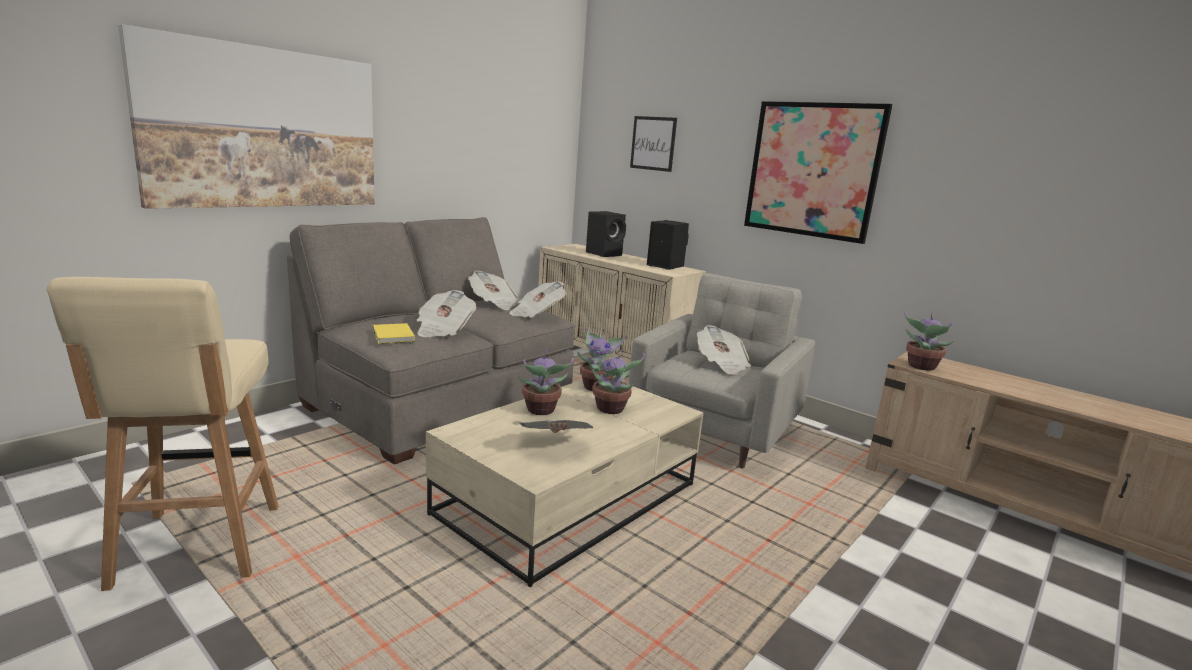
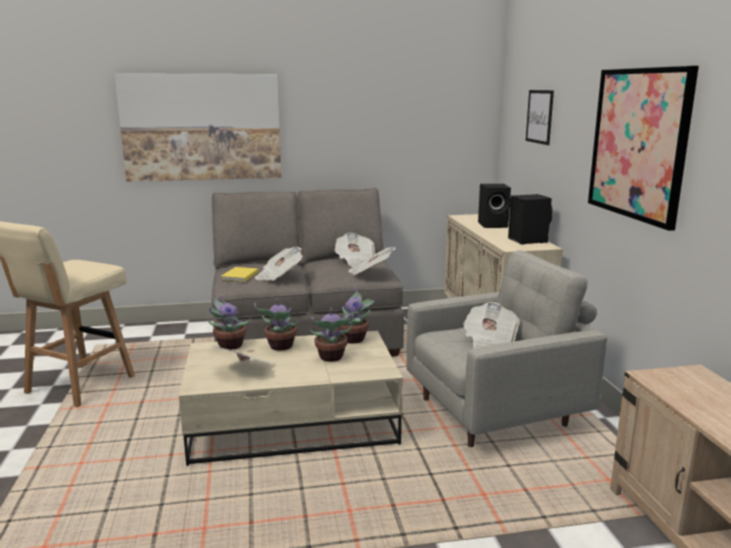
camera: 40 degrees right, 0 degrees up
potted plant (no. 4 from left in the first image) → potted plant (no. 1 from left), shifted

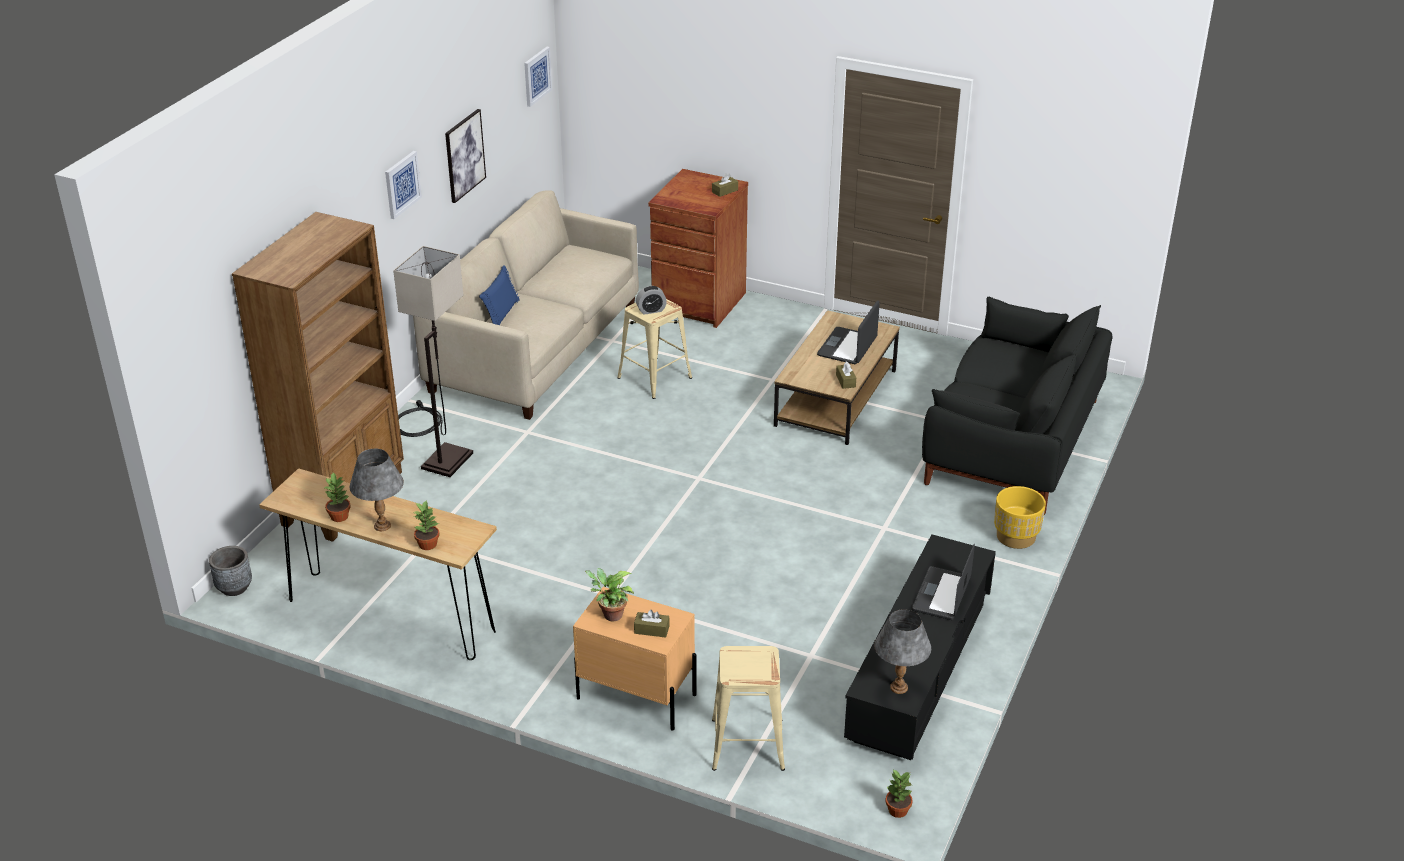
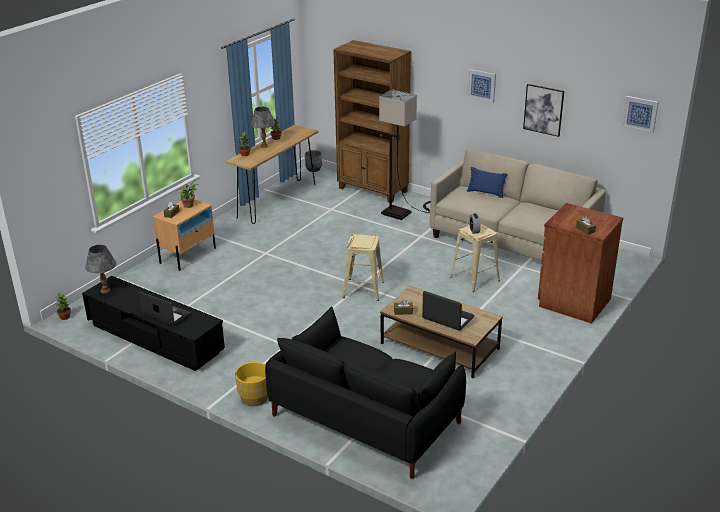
camera: 100 degrees right, 5 degrees down
beige stool (no. 2 from left in the first image) → beige stool (no. 1 from left), shifted

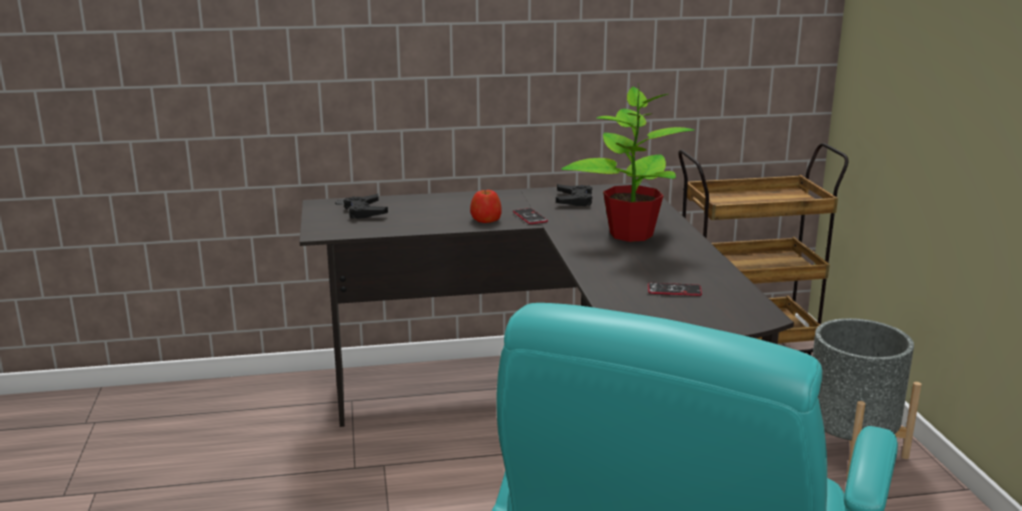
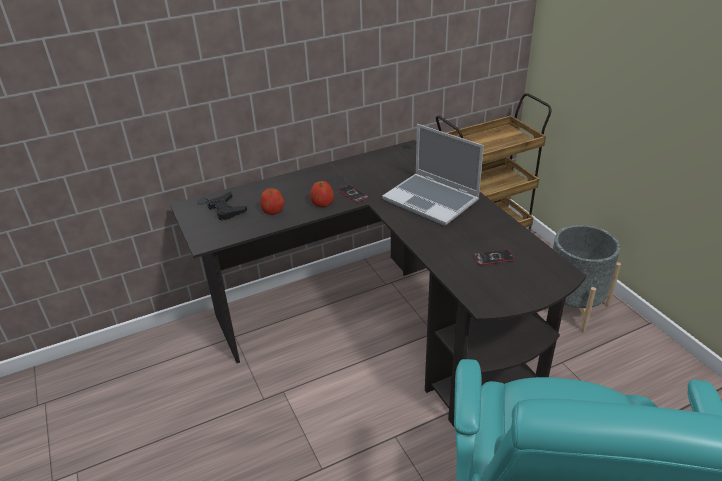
camera: 15 degrees left, 15 degrees up
- → apple (no. 1 from left)
potted plant → laptop
black game controller (no. 2 from left) → -

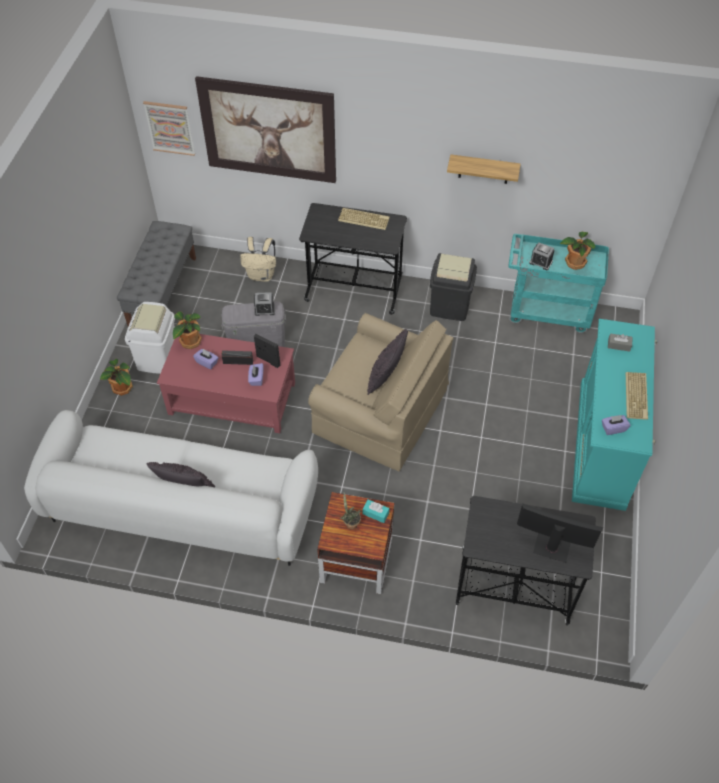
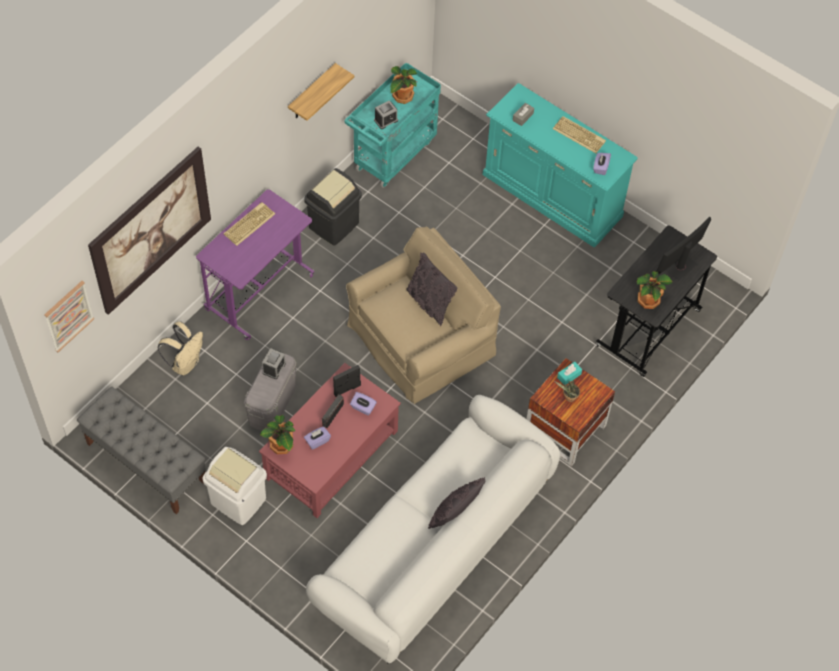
camera: 65 degrees left, 5 degrees up
black desk (no. 1 from left) → purple desk
potted plant (no. 1 from left in the first image) → potted plant (no. 4 from left), shifted

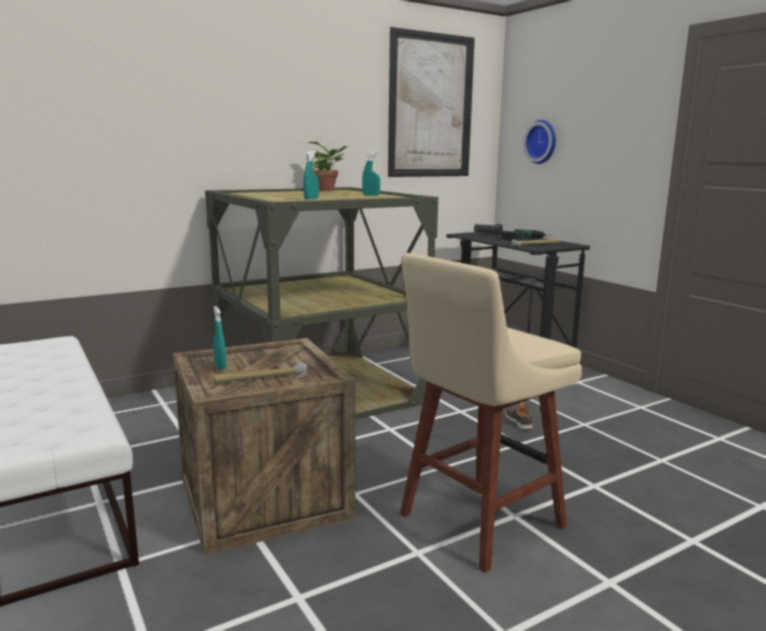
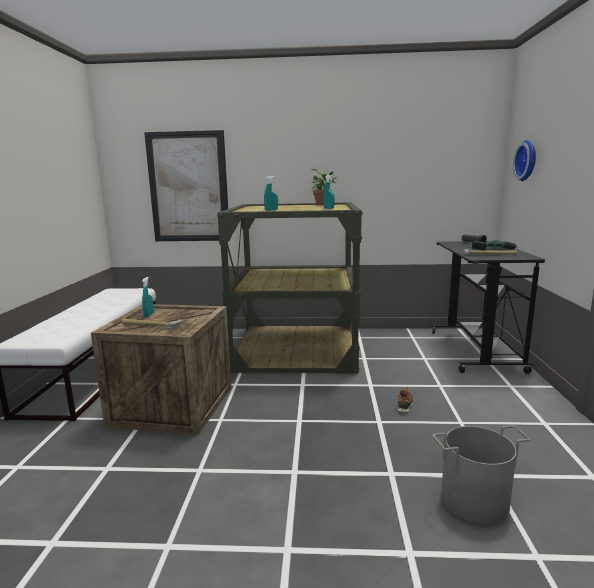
camera: 35 degrees right, 0 degrees up
picture, shifted
- → grey bucket
beige stool → -

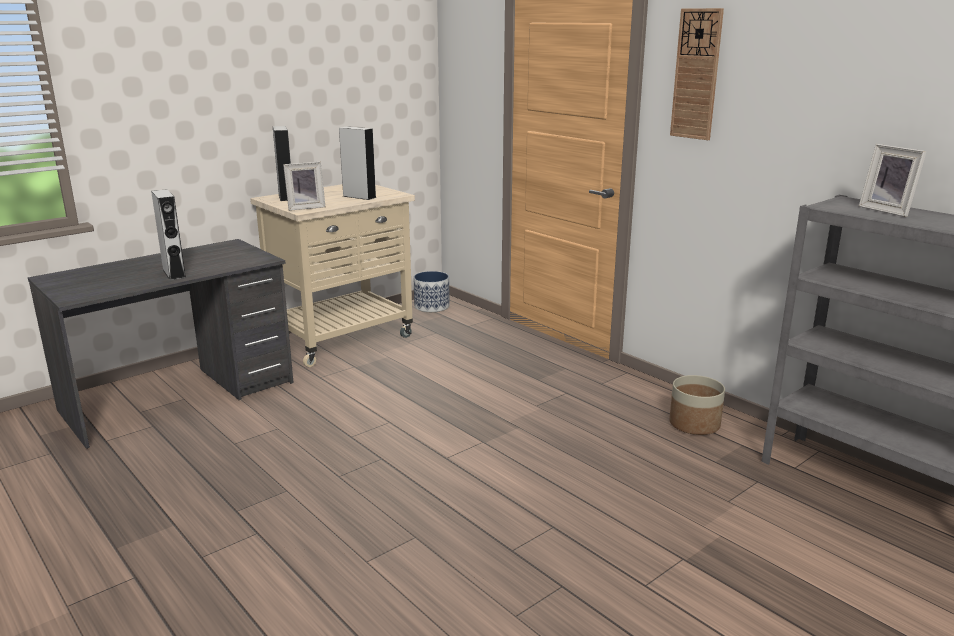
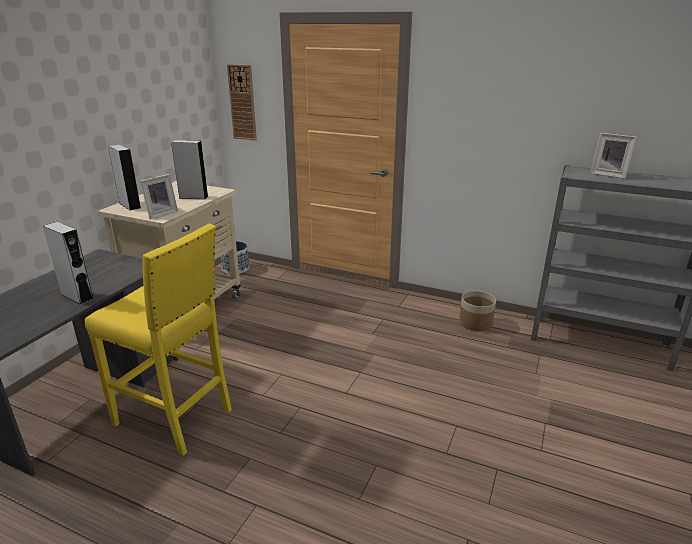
camera: 25 degrees left, 5 degrees up
- → yellow stool
wall clock, shifted

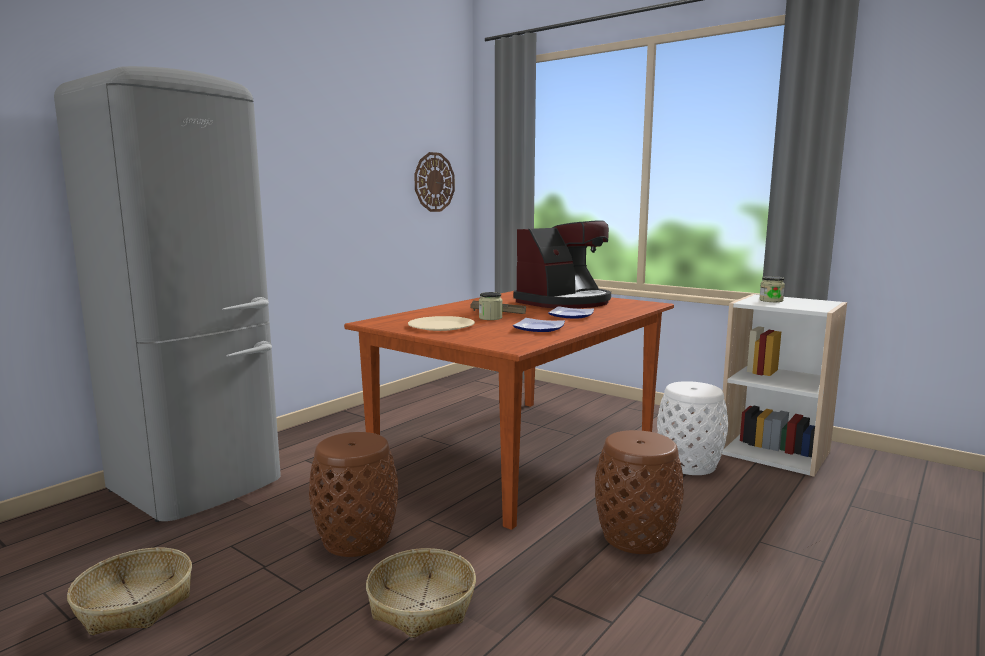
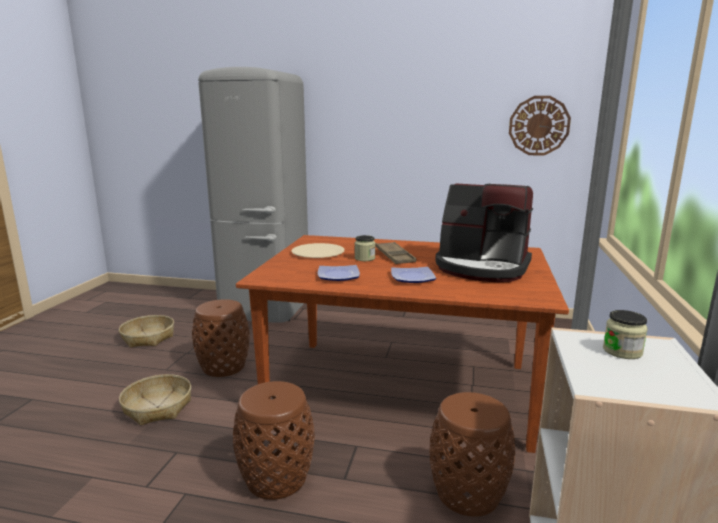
camera: 65 degrees right, 5 degrees up
white stool → brown stool (no. 3 from left)

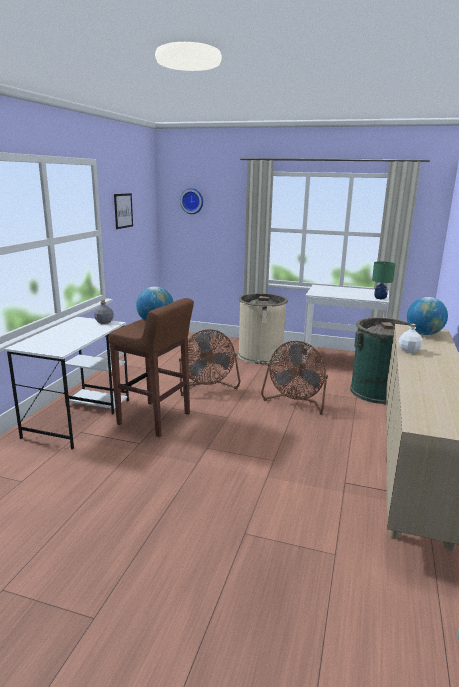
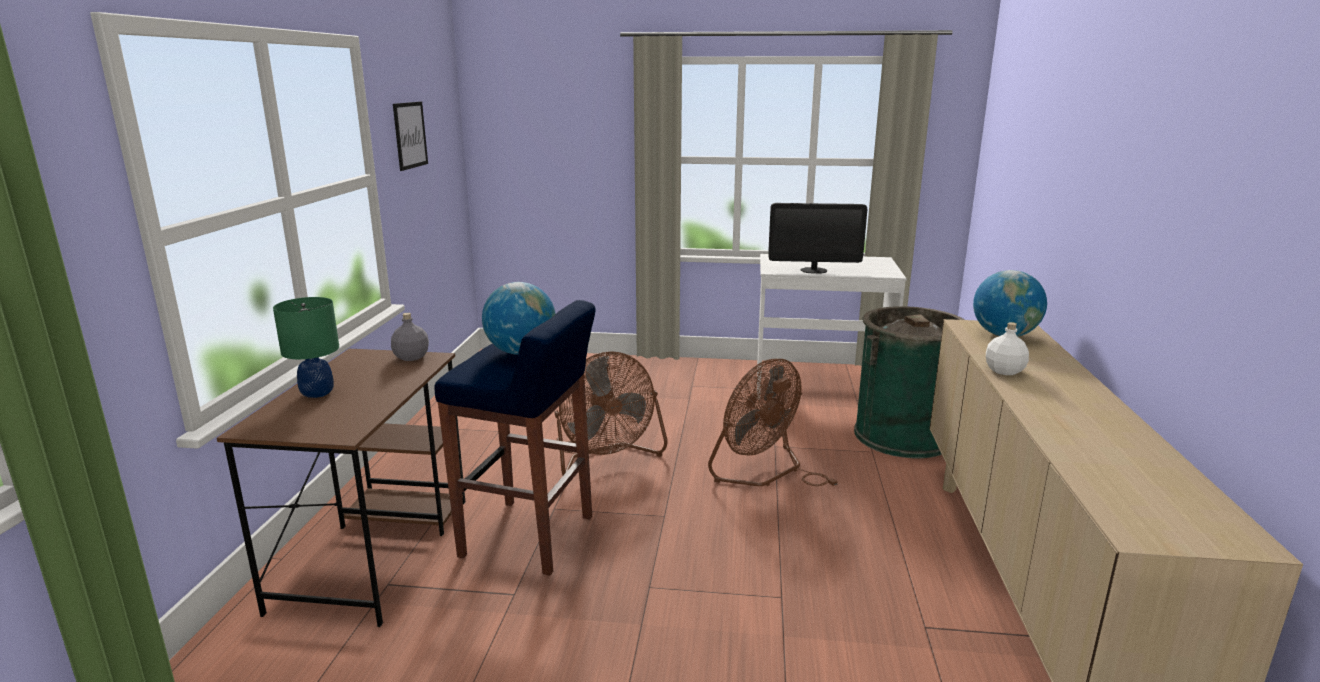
camera: 10 degrees left, 0 degrees up
white desk (no. 1 from left) → brown desk
green table lamp, shifted
brown stool → blue stool
brown fan (no. 2 from left), 120 degrees clockwise
- → monitor
wall clock → -
beige trash can → -

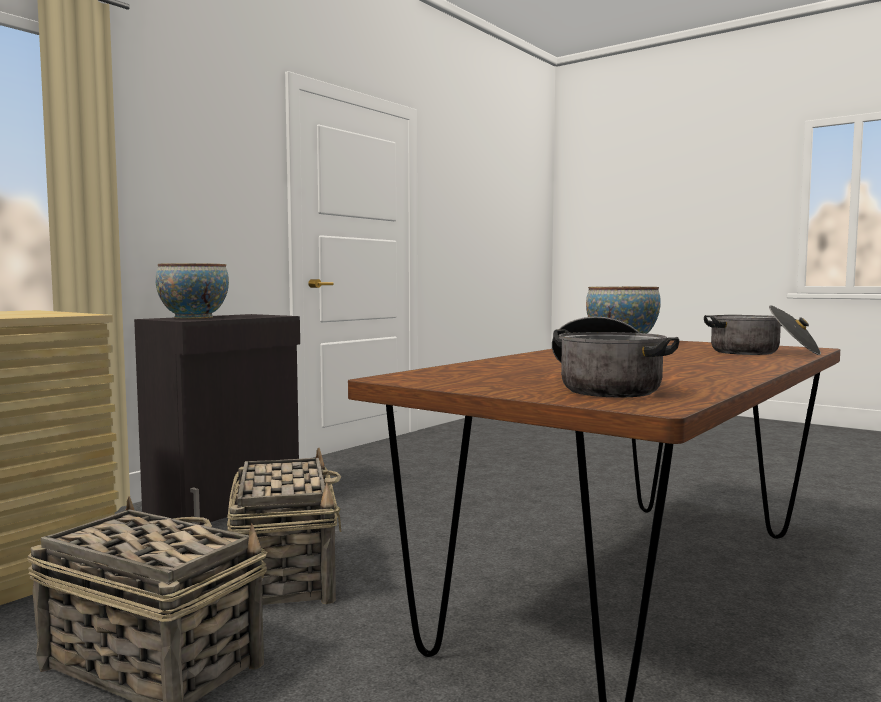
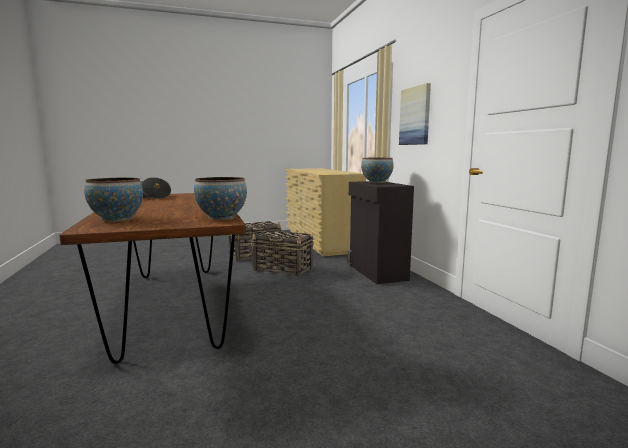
camera: 125 degrees right, 5 degrees up
cooking pot (no. 2 from left) → bowl (no. 1 from left)
- → picture

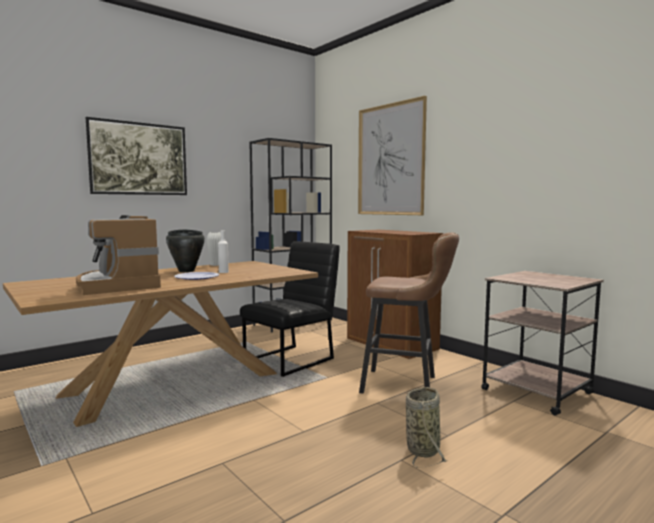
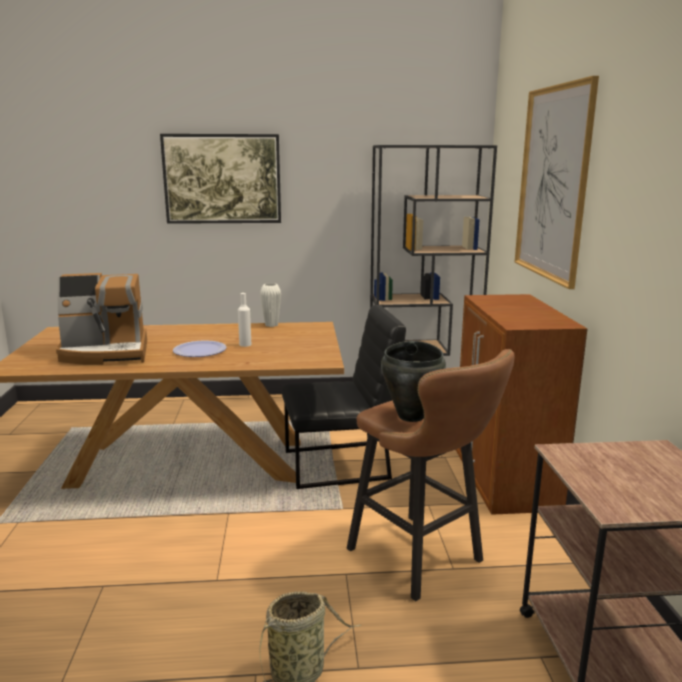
camera: 35 degrees right, 10 degrees up
coffee machine, 105 degrees counterclockwise
black cooking pot, shifted

